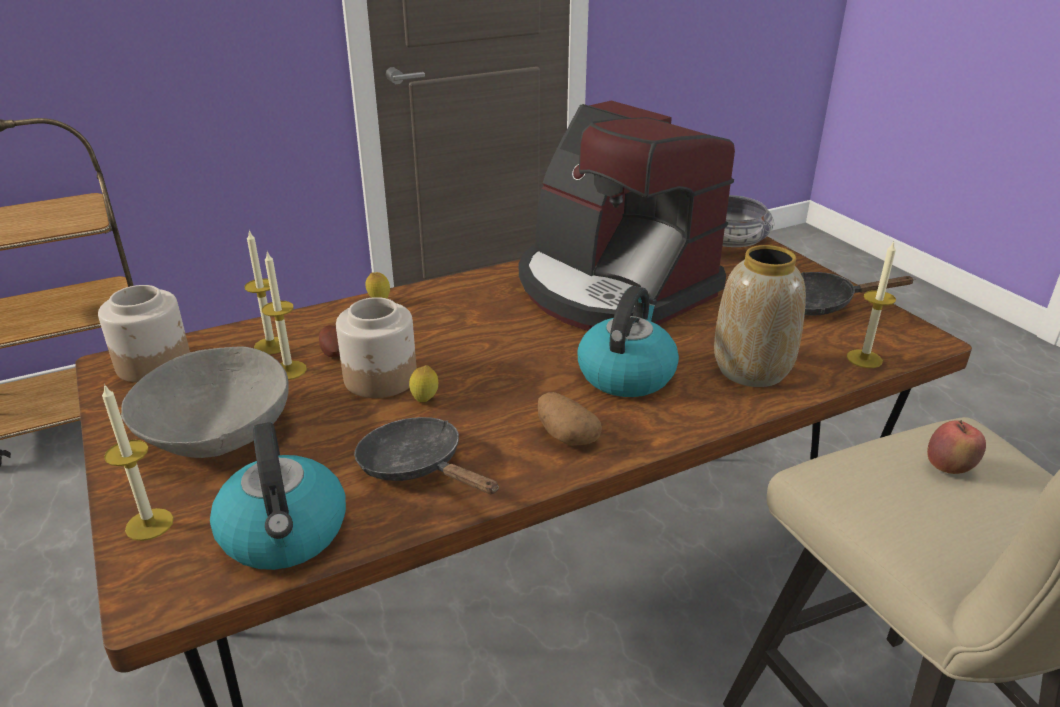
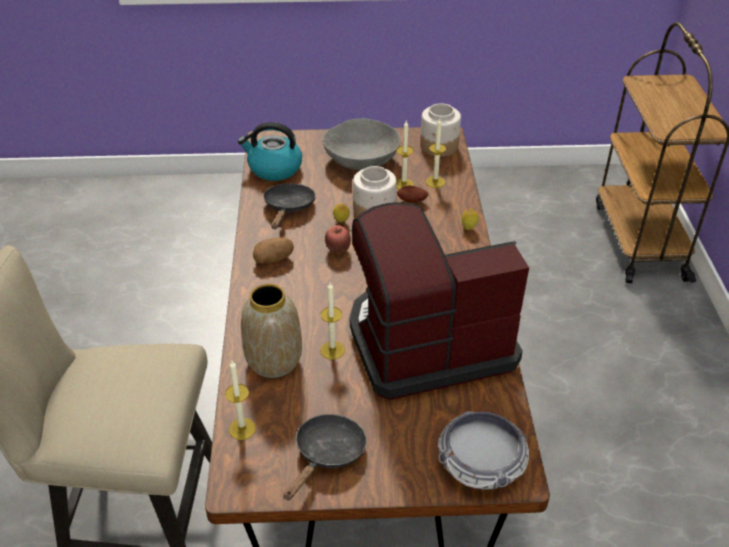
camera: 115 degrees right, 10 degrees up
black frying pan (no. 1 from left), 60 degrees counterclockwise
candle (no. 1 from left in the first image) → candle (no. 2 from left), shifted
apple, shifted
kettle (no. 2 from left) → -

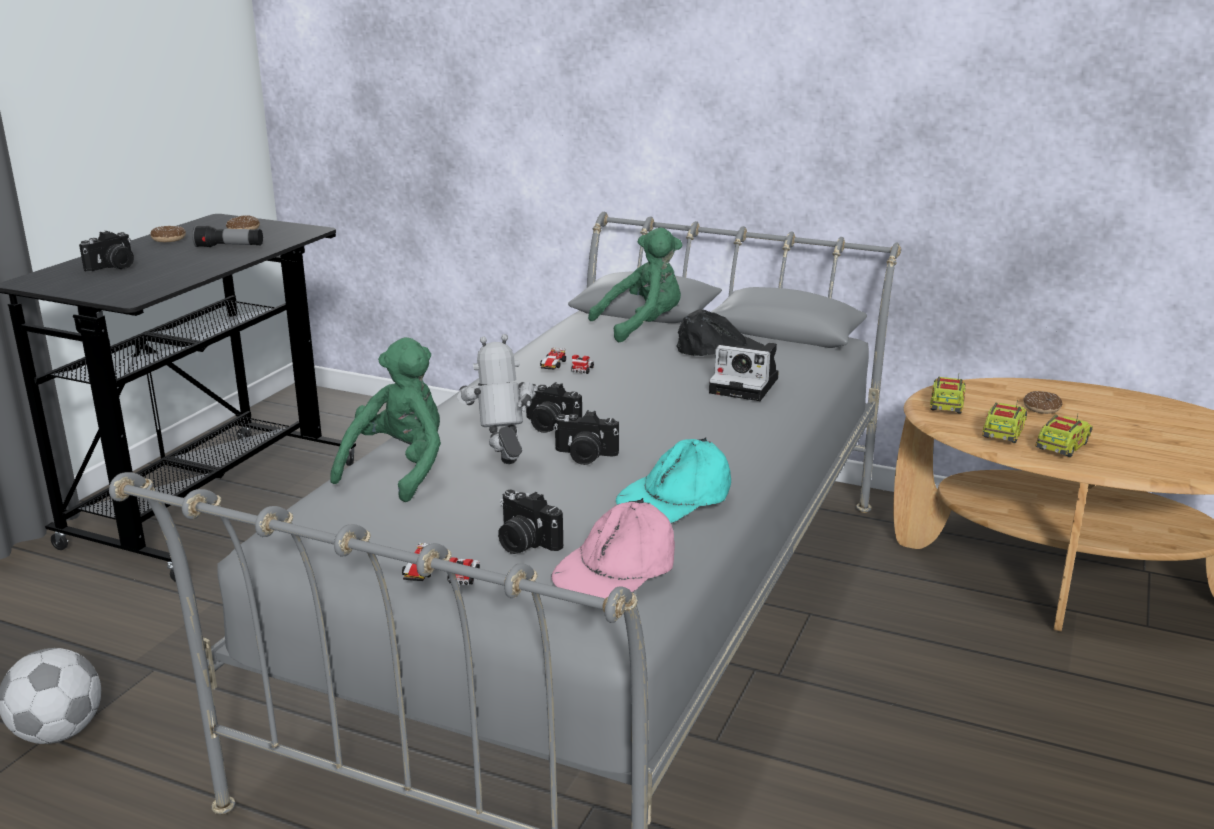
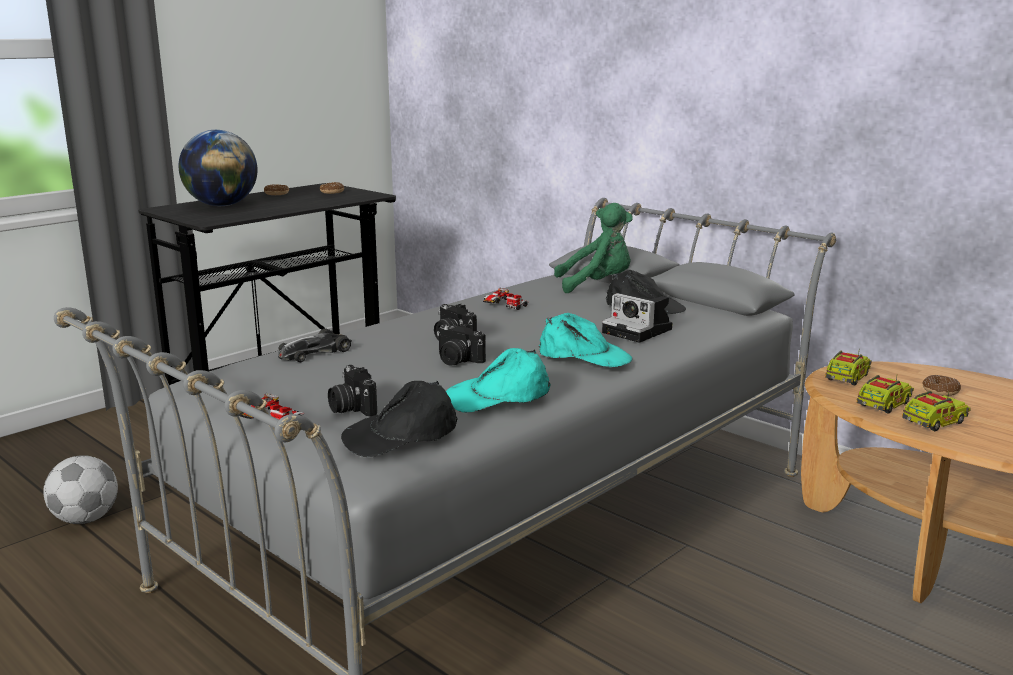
camera: 20 degrees right, 5 degrees down
photo camera (no. 1 from left) → globe
green plush toy (no. 1 from left) → toy car (no. 2 from left)
pink cap → black cap (no. 1 from left)
- → turquoise cap (no. 2 from left)
flashlight → -
toy robot → -

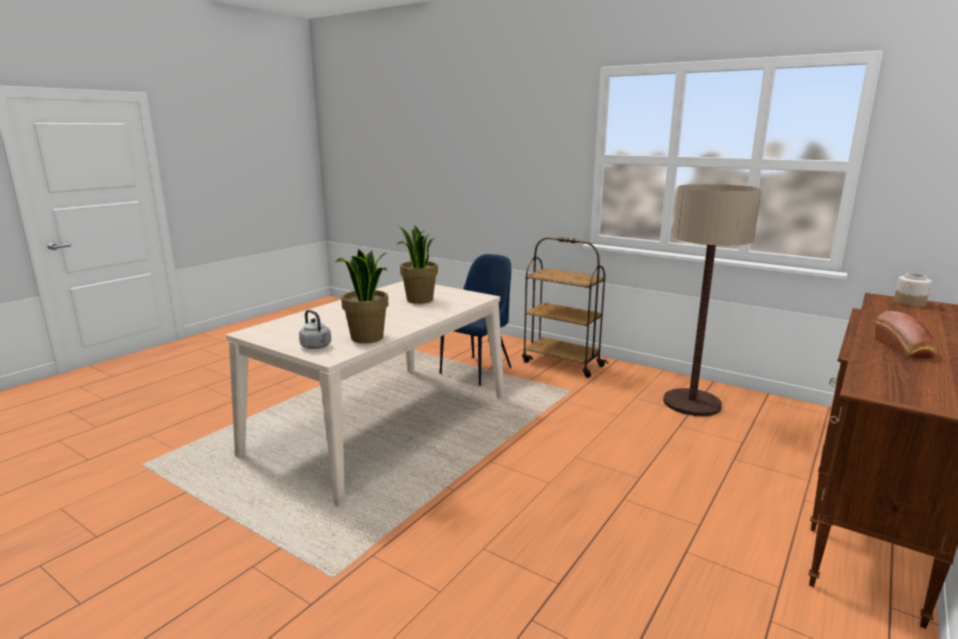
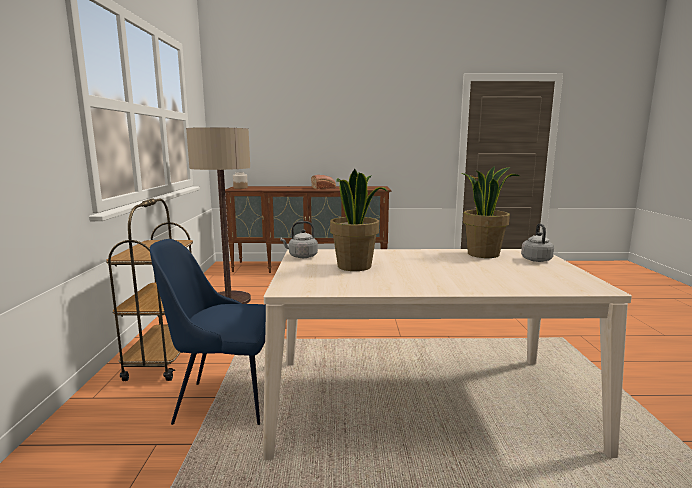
camera: 125 degrees left, 5 degrees down
- → grey kettle (no. 1 from left)

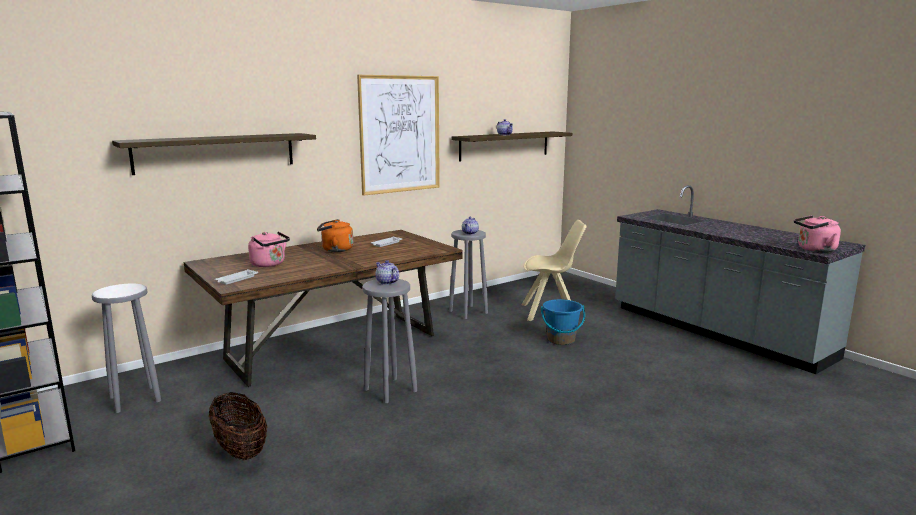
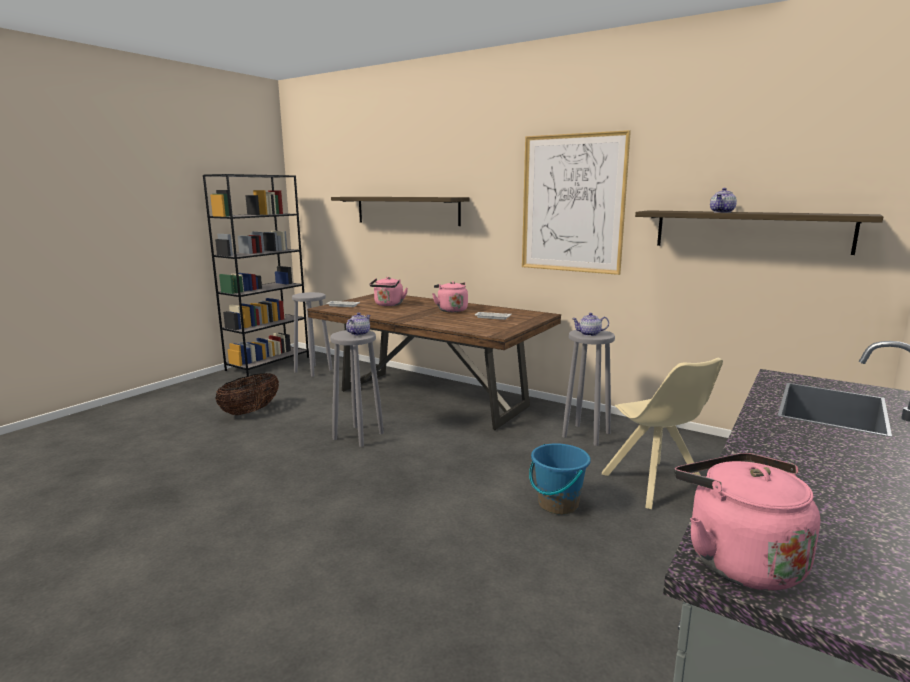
camera: 70 degrees right, 0 degrees up
orange kettle → pink kettle (no. 2 from left)

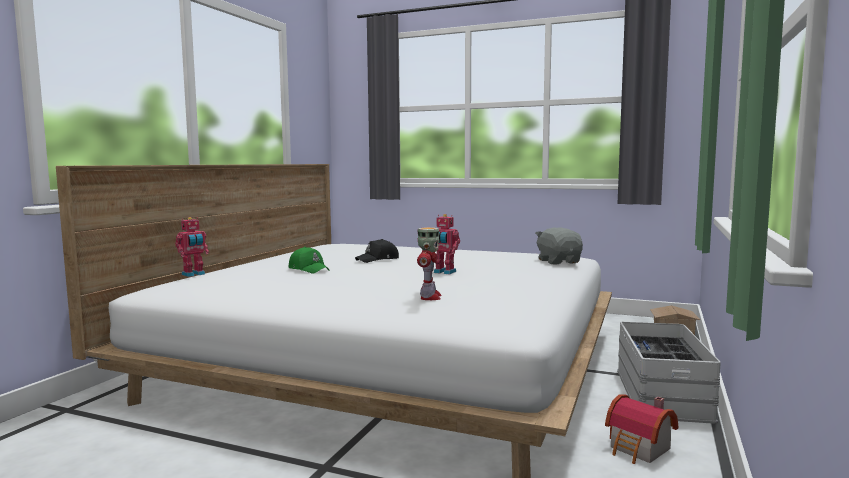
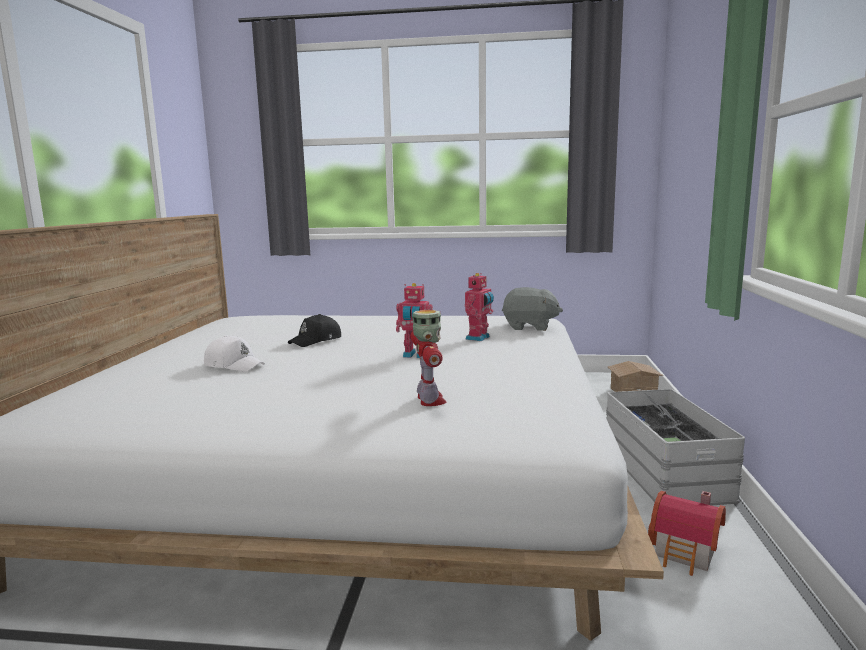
camera: 15 degrees left, 5 degrees up
green cap → white cap
toy robot (no. 1 from left in the first image) → toy robot (no. 3 from left), shifted
grey plush toy, 135 degrees clockwise

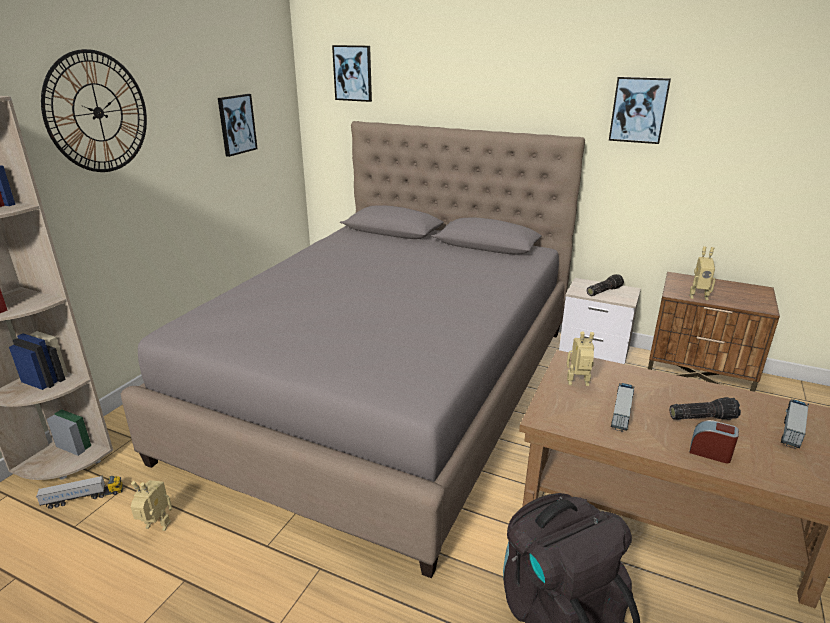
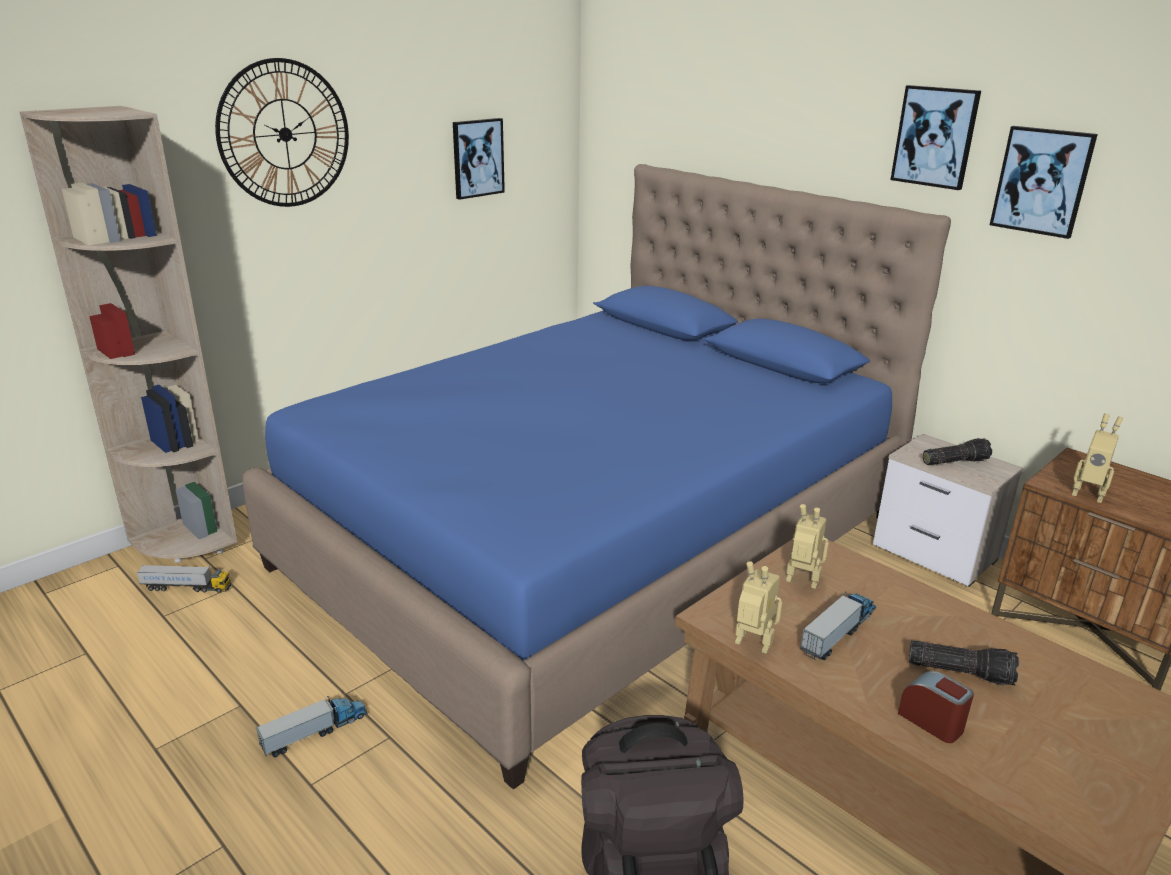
camera: 20 degrees right, 0 degrees up
grey bed → blue bed
toy truck (no. 3 from left in the first image) → toy truck (no. 2 from left), shifted
toy robot (no. 1 from left), shifted
picture (no. 2 from left), shifted

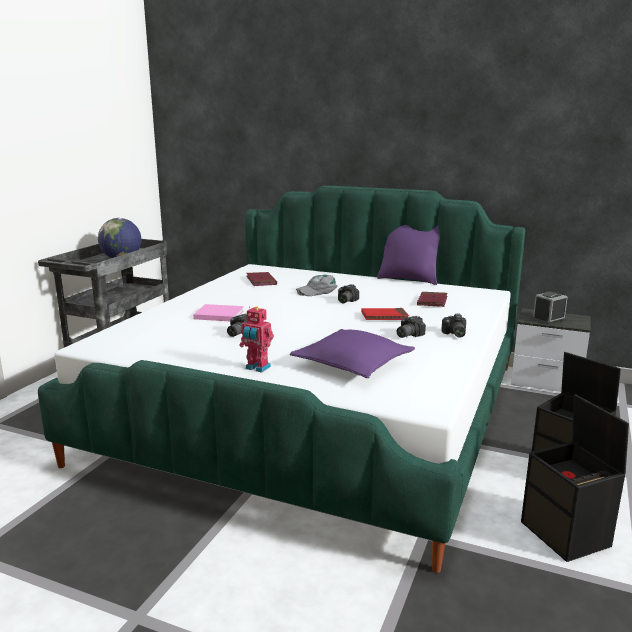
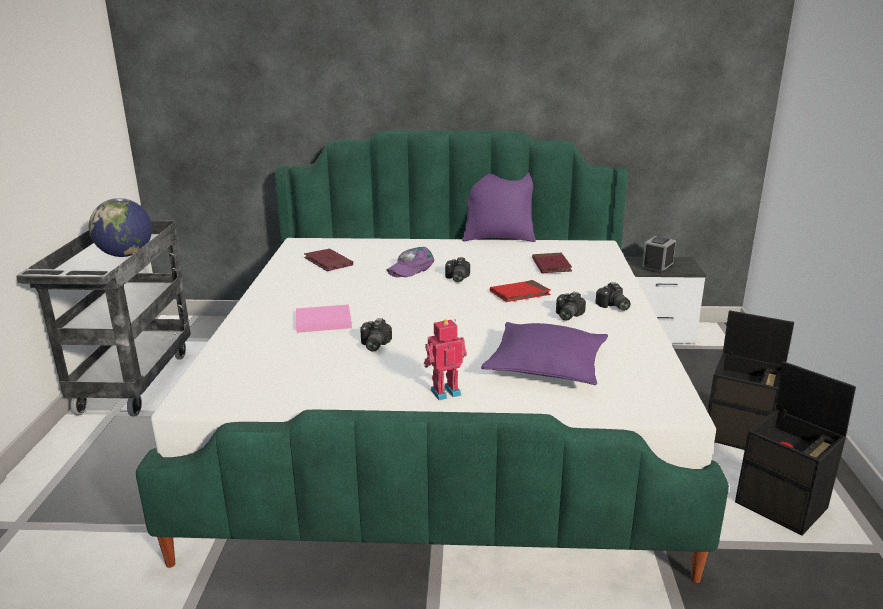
camera: 20 degrees left, 5 degrees up
grey cap → purple cap
toy robot, 150 degrees clockwise

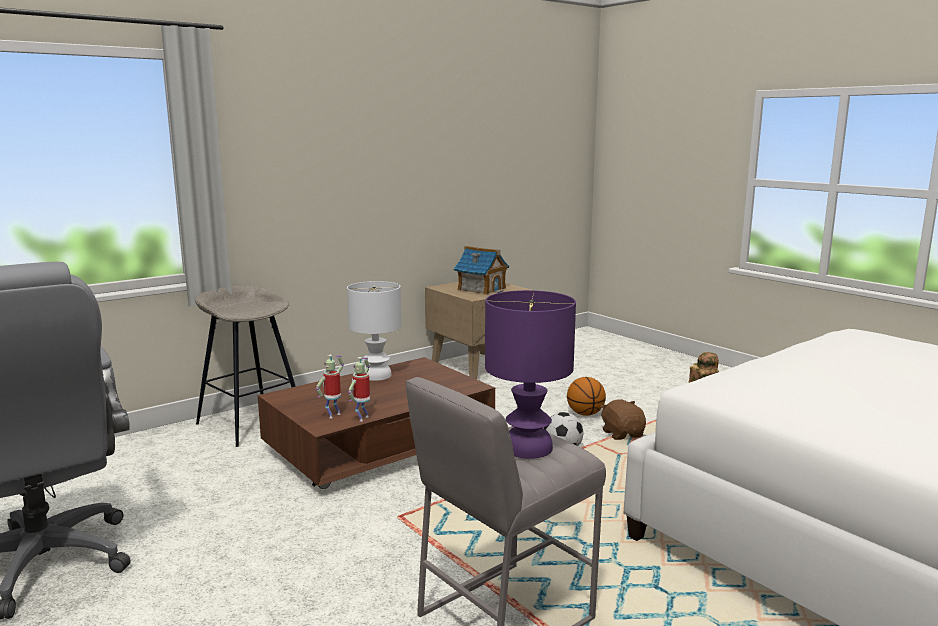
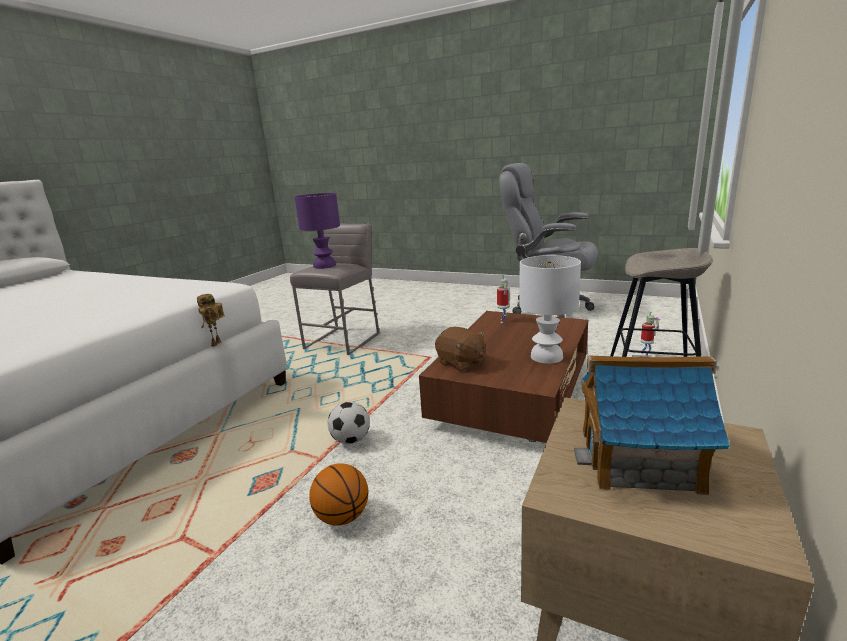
camera: 155 degrees right, 5 degrees up
brown plush toy, shifted
toy robot (no. 2 from left in the first image) → toy robot (no. 3 from left), shifted

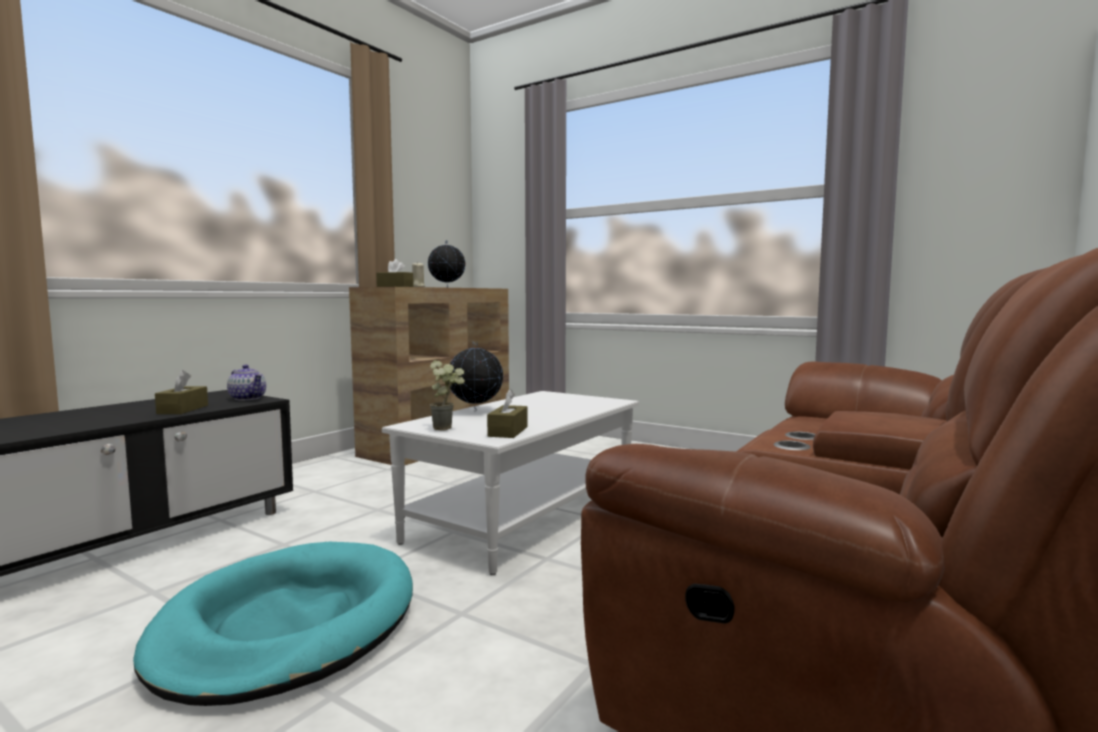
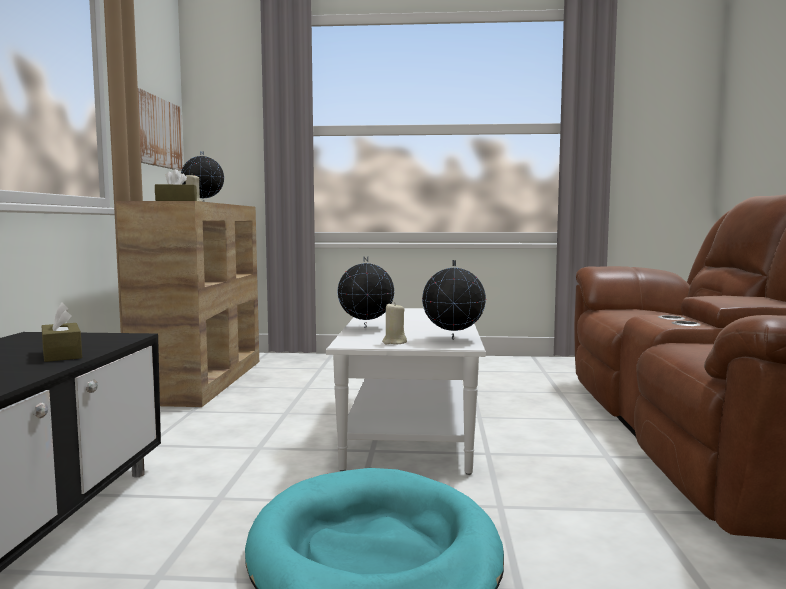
camera: 30 degrees left, 0 degrees up
- → picture
potted plant → beige candle (no. 2 from left)
brown tissue box (no. 3 from left) → globe (no. 3 from left)
teapot → -

